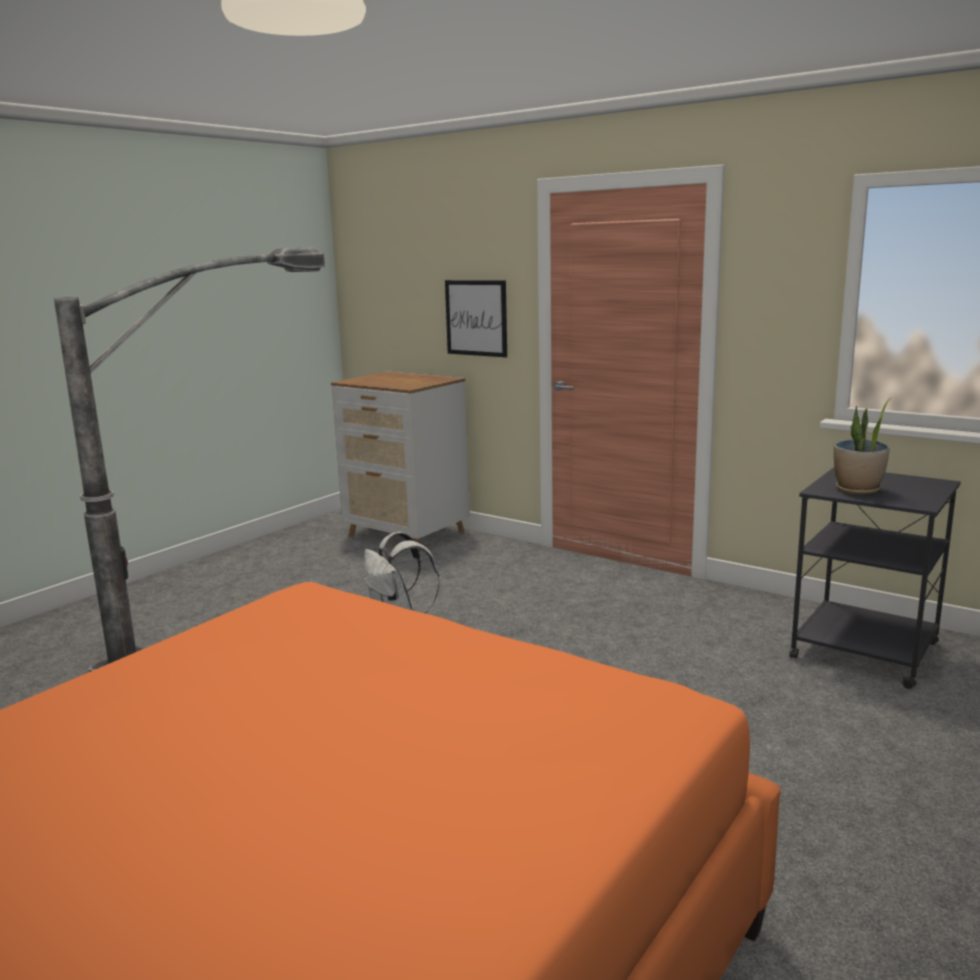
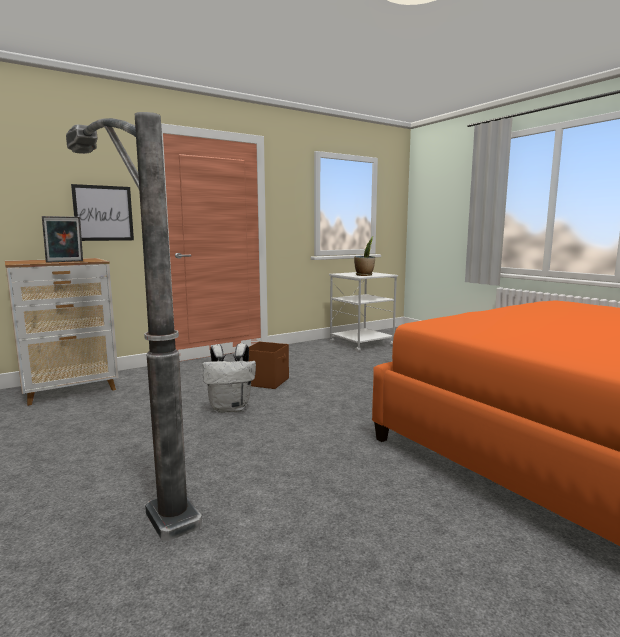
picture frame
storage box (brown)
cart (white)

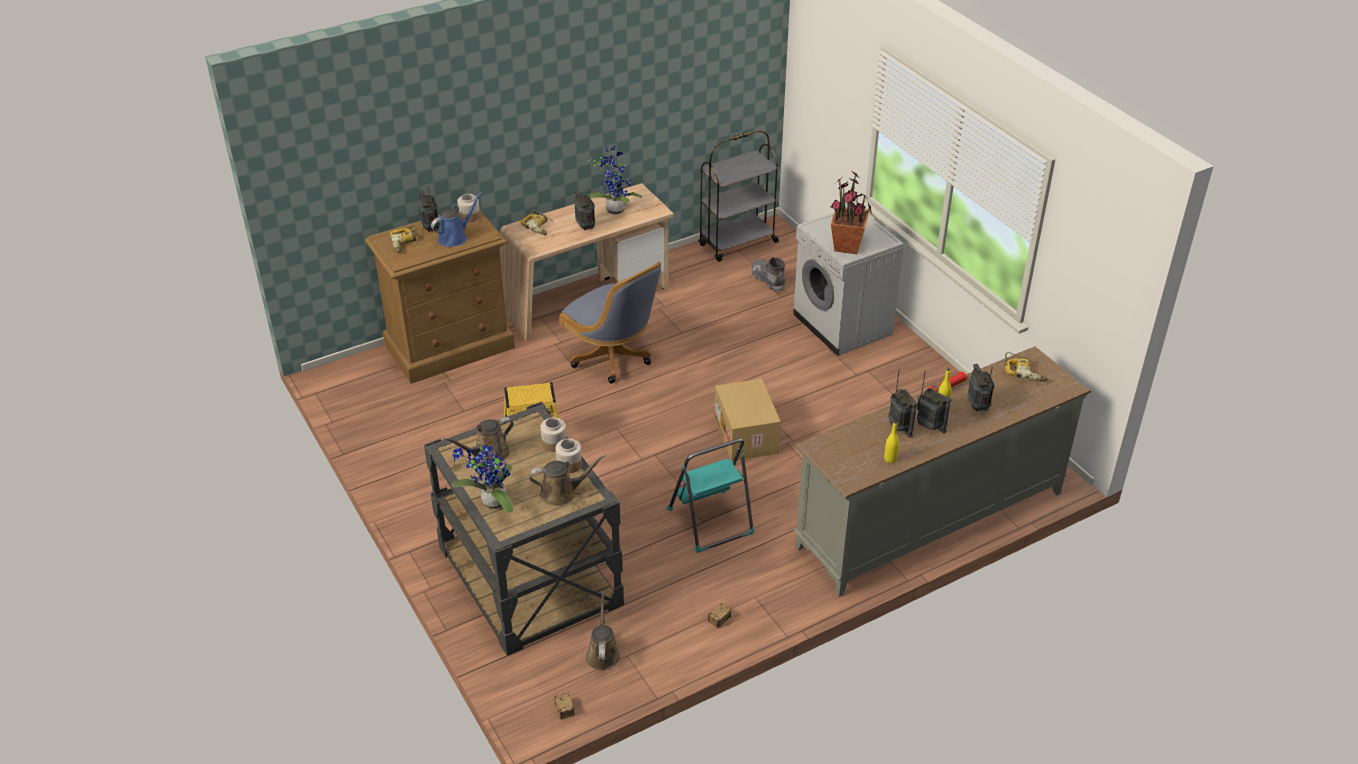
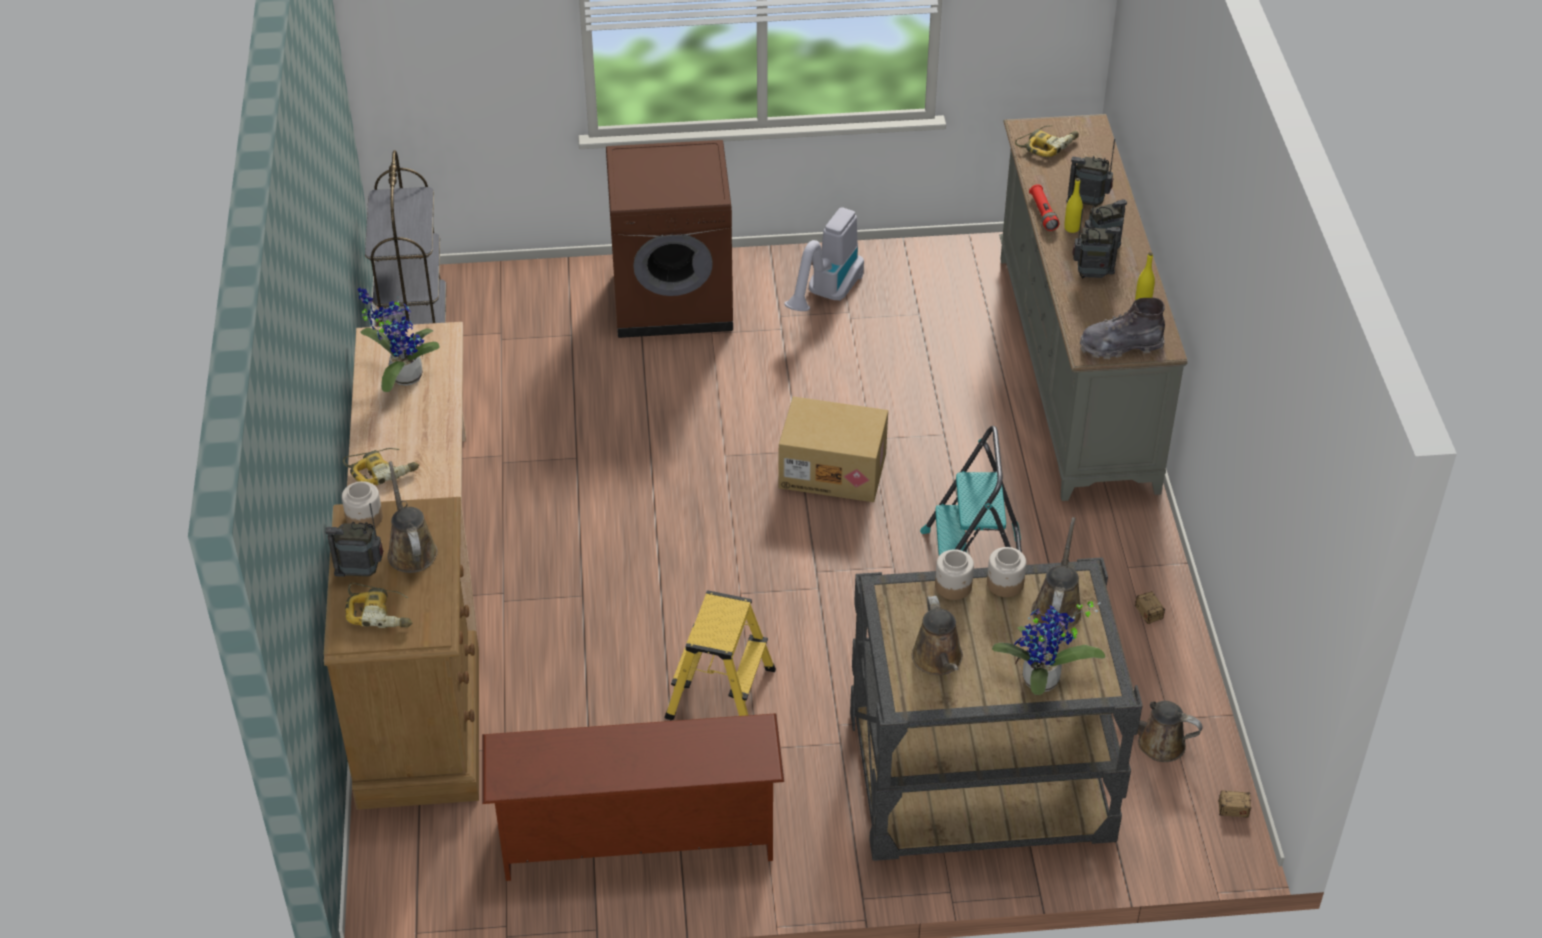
office chair (blue)
radio (no. 2 from left in the first image)
potted plant (no. 3 from left in the first image)
shoe rack (brown)
vacuum cleaner
boot (grey)
watering can (brown) (no. 1 from left)
washing machine (brown)

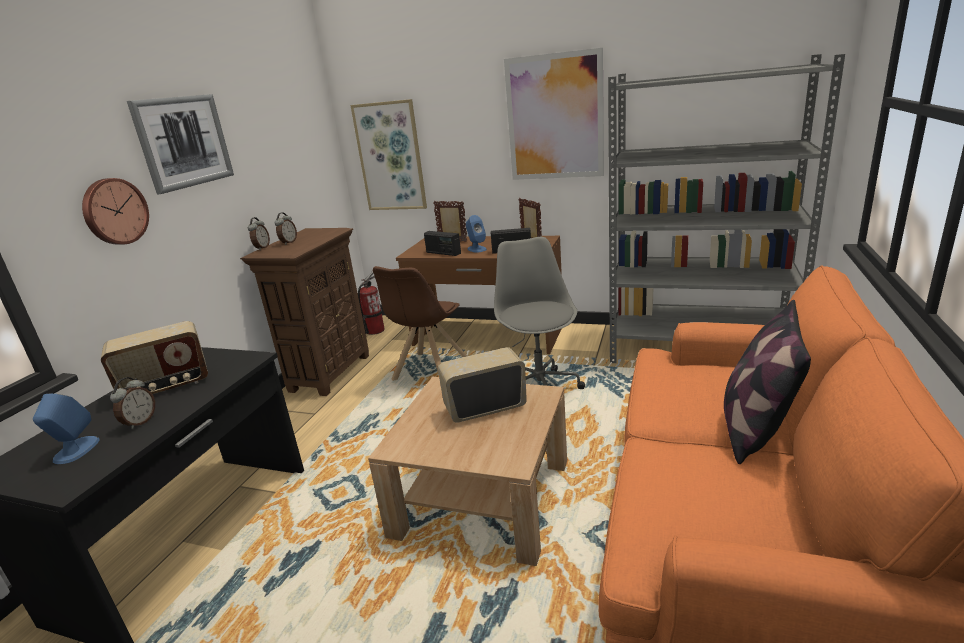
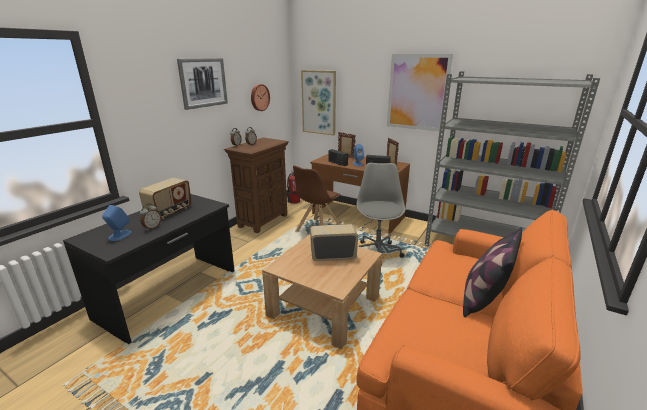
wall clock
radio (no. 1 from left)

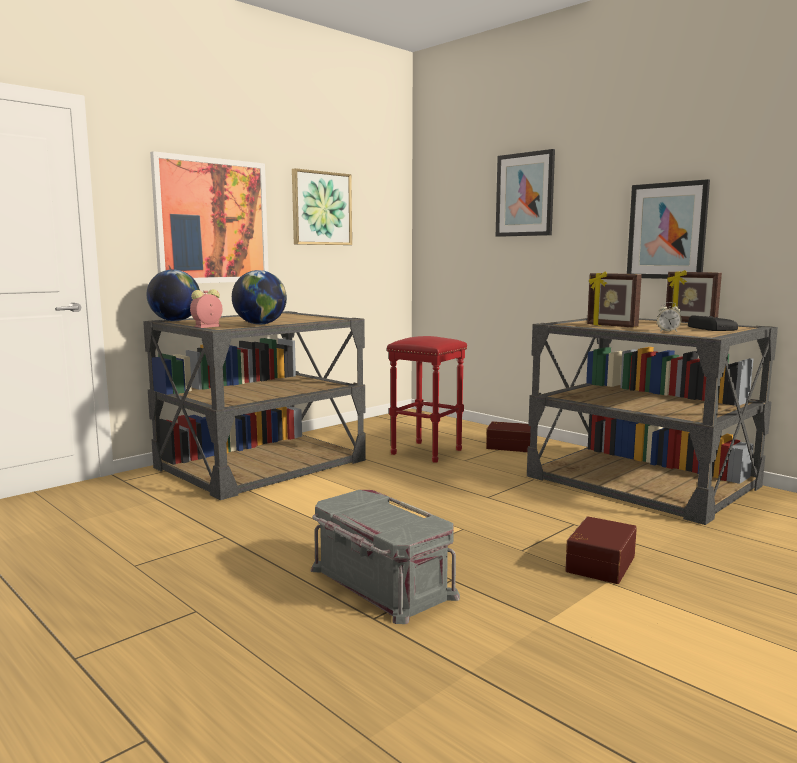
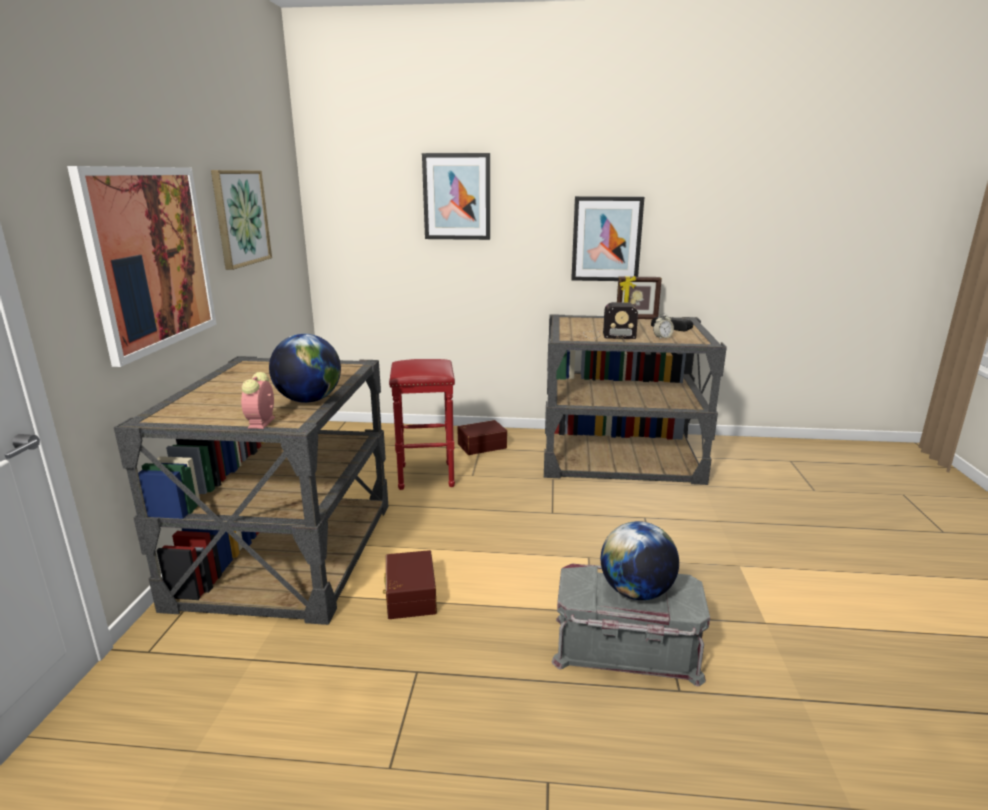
globe (no. 2 from left)
storage box (brown) (no. 1 from left)
radio (no. 1 from left)

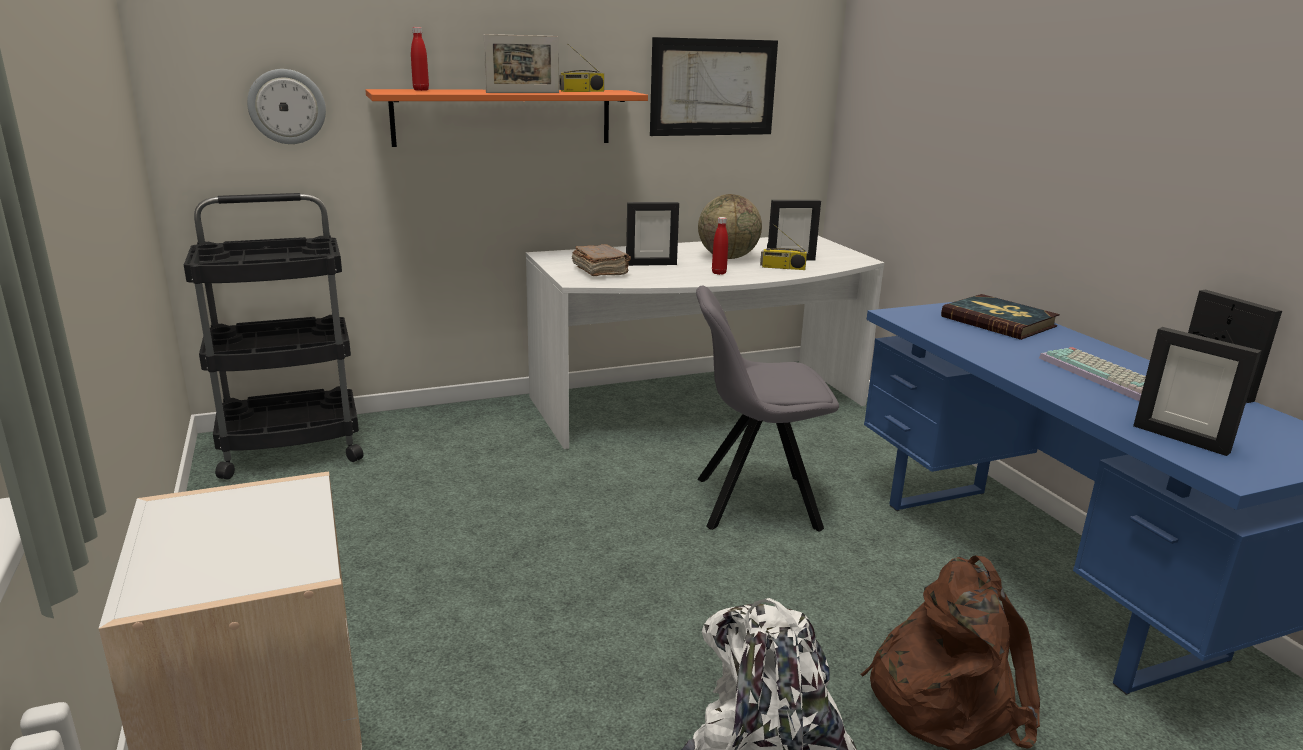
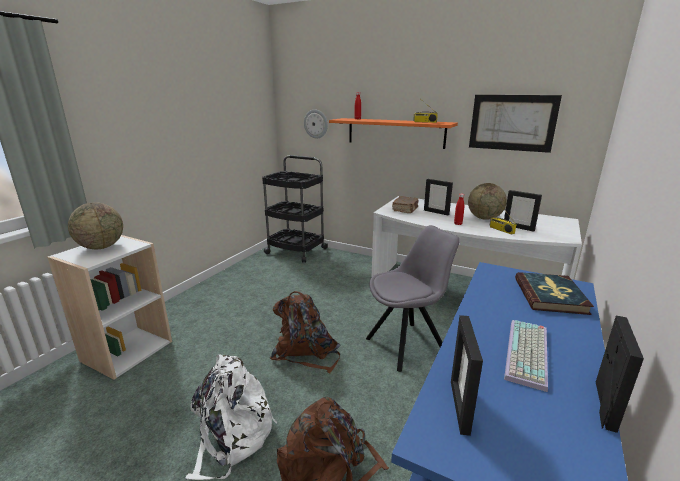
picture frame (no. 1 from left in the first image)
globe (no. 1 from left)
backpack (brown) (no. 1 from left)
chair (grey)

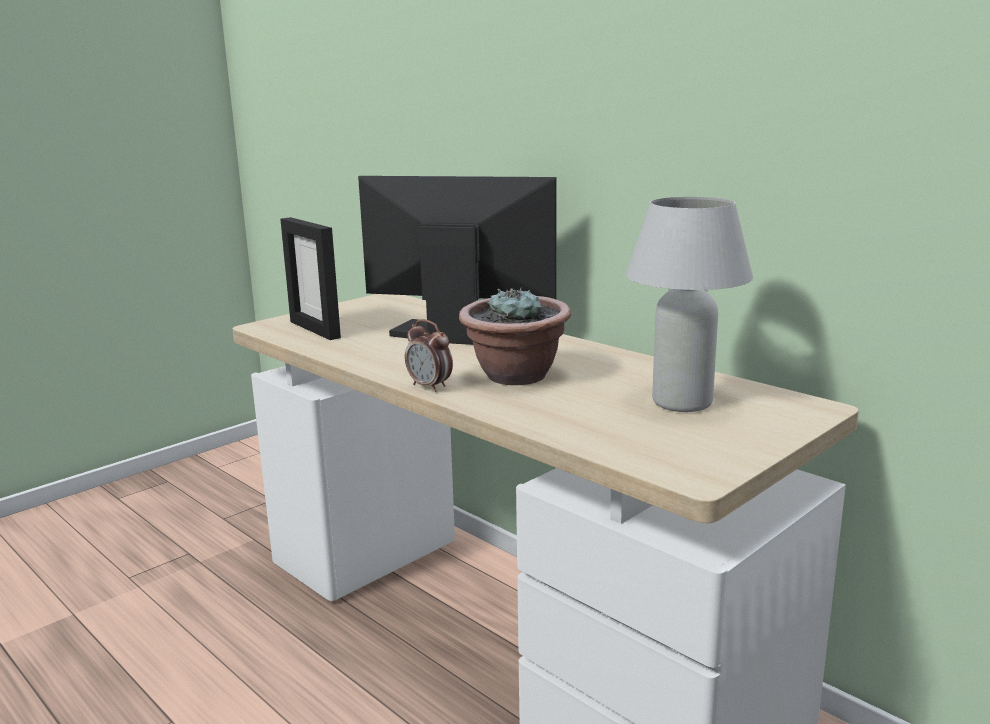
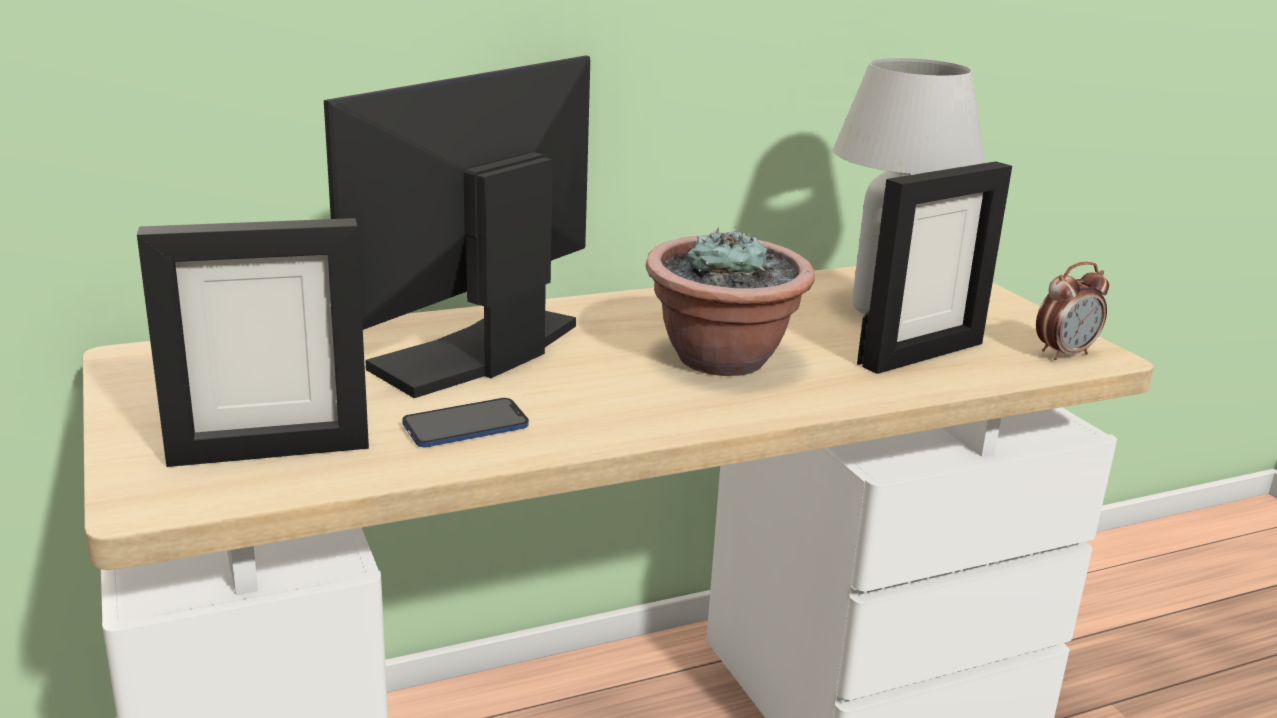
phone
picture frame (no. 2 from left)
alarm clock

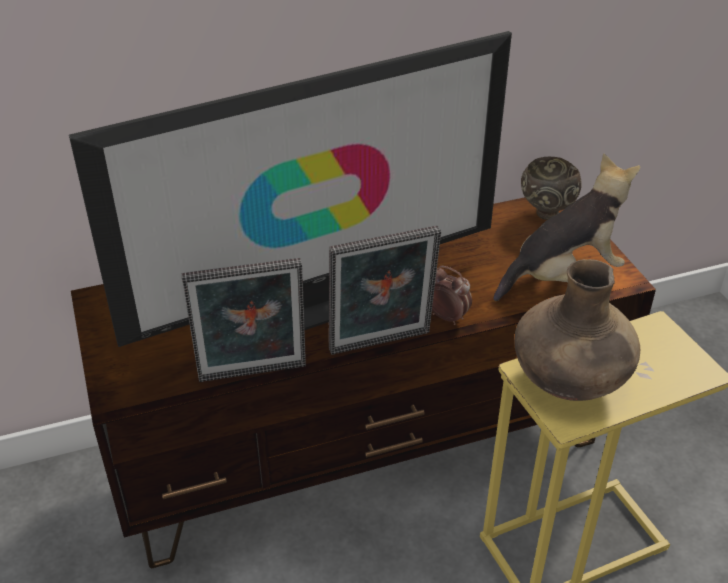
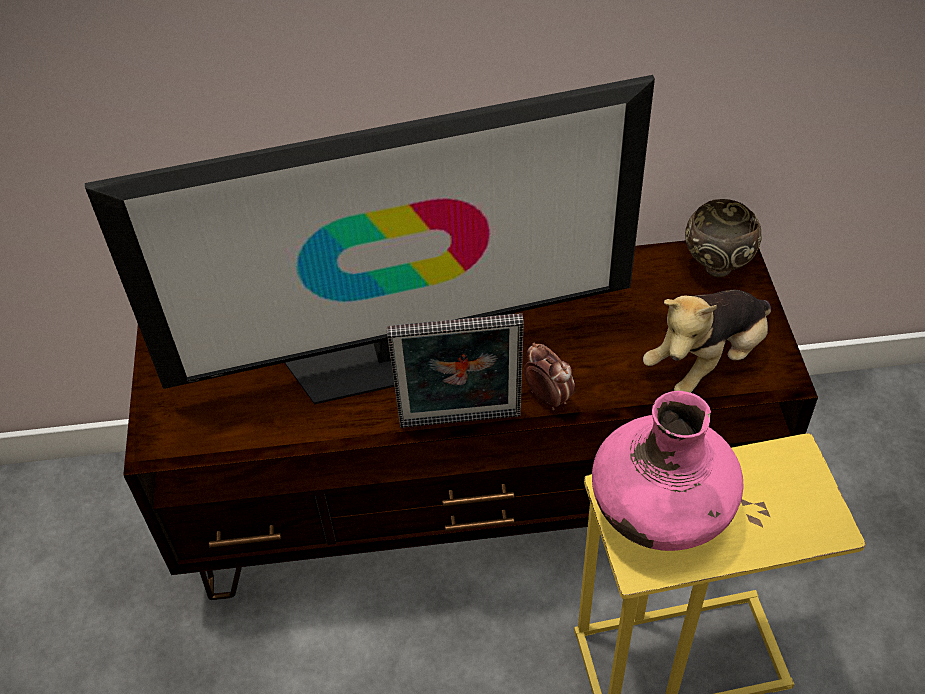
picture frame (no. 1 from left in the first image)
vase (pink)
plush toy

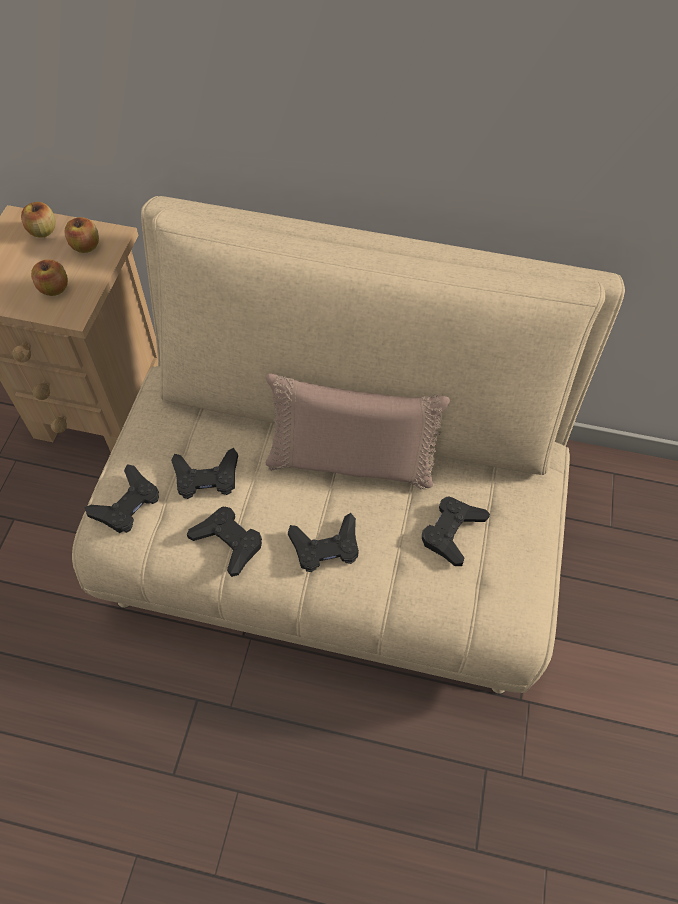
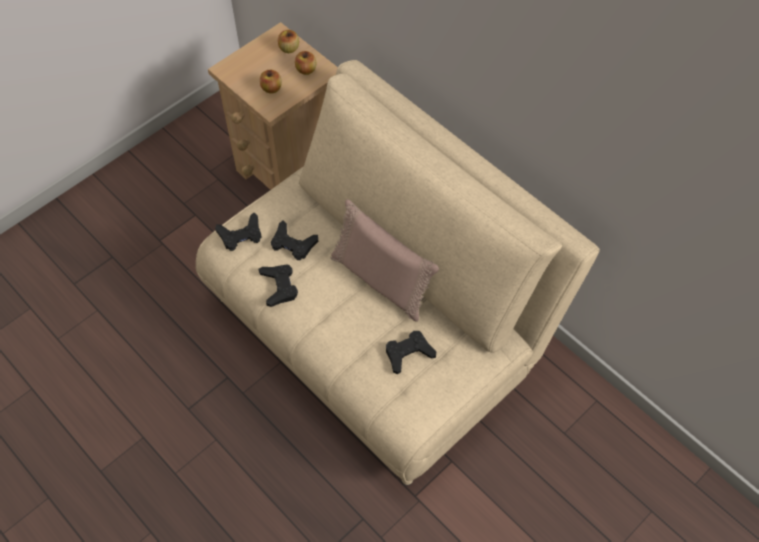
game controller (black) (no. 4 from left in the first image)

